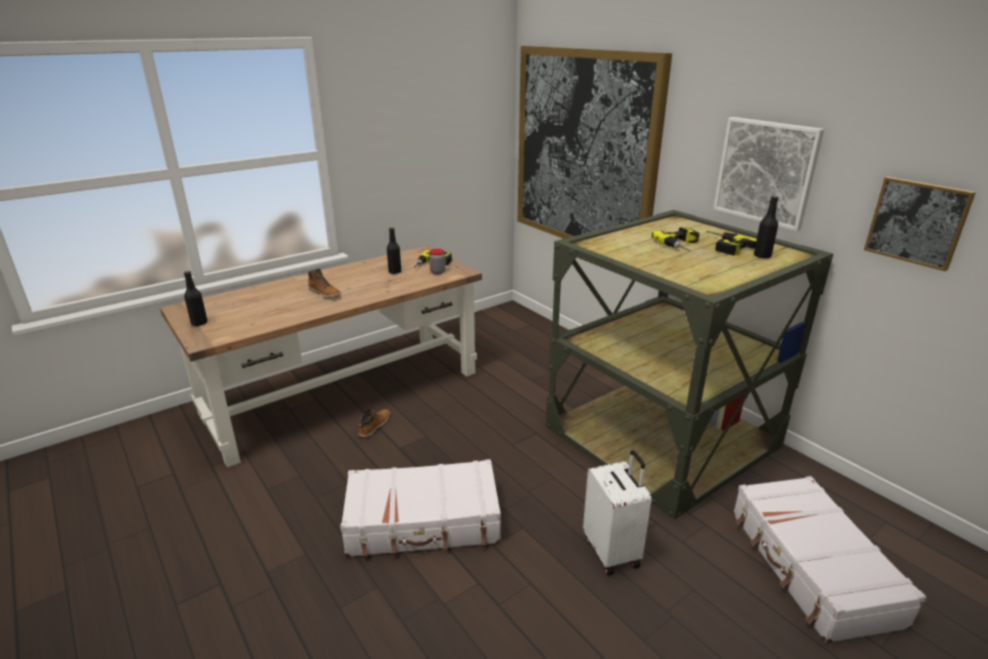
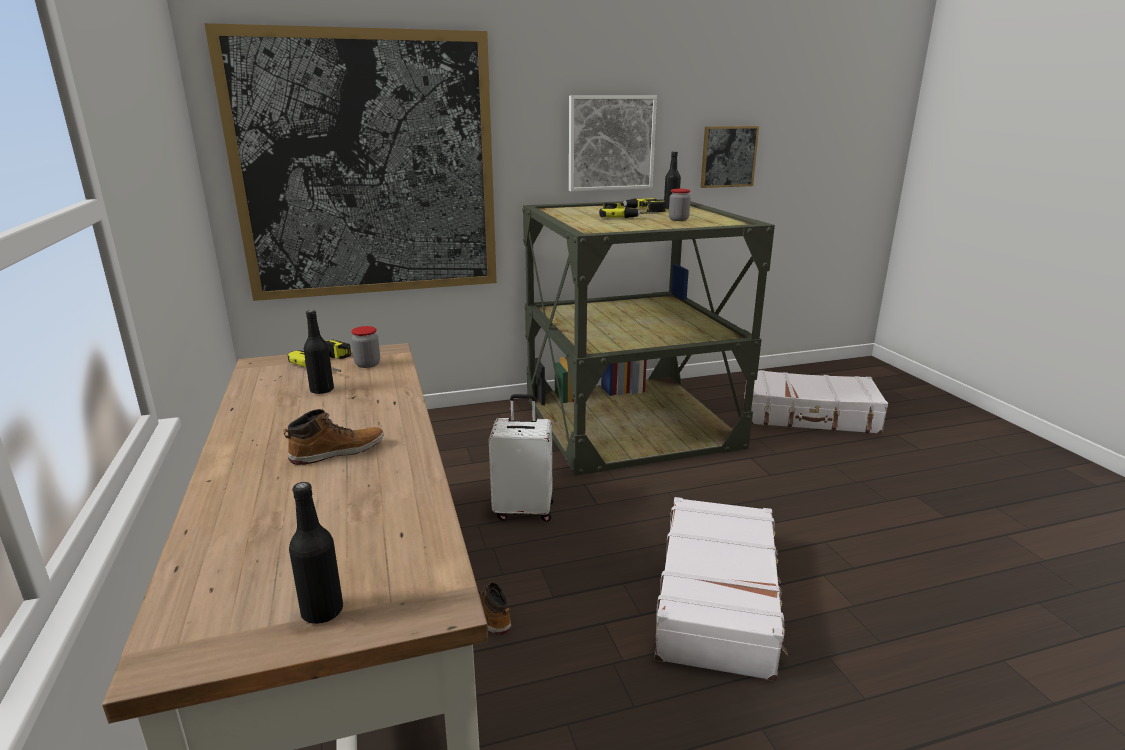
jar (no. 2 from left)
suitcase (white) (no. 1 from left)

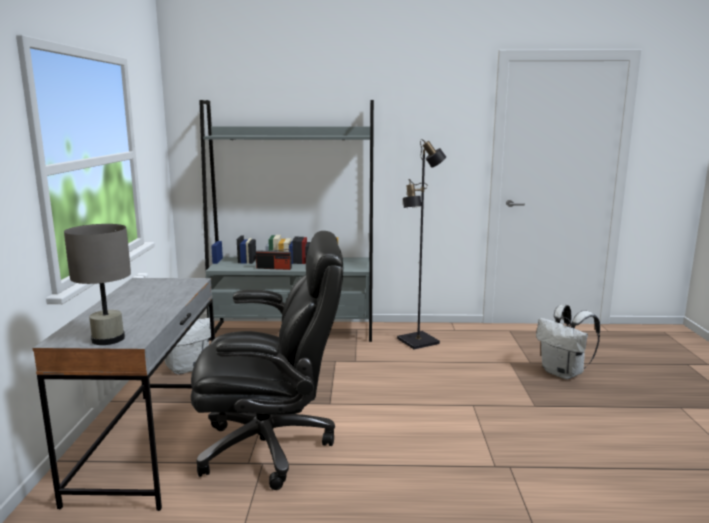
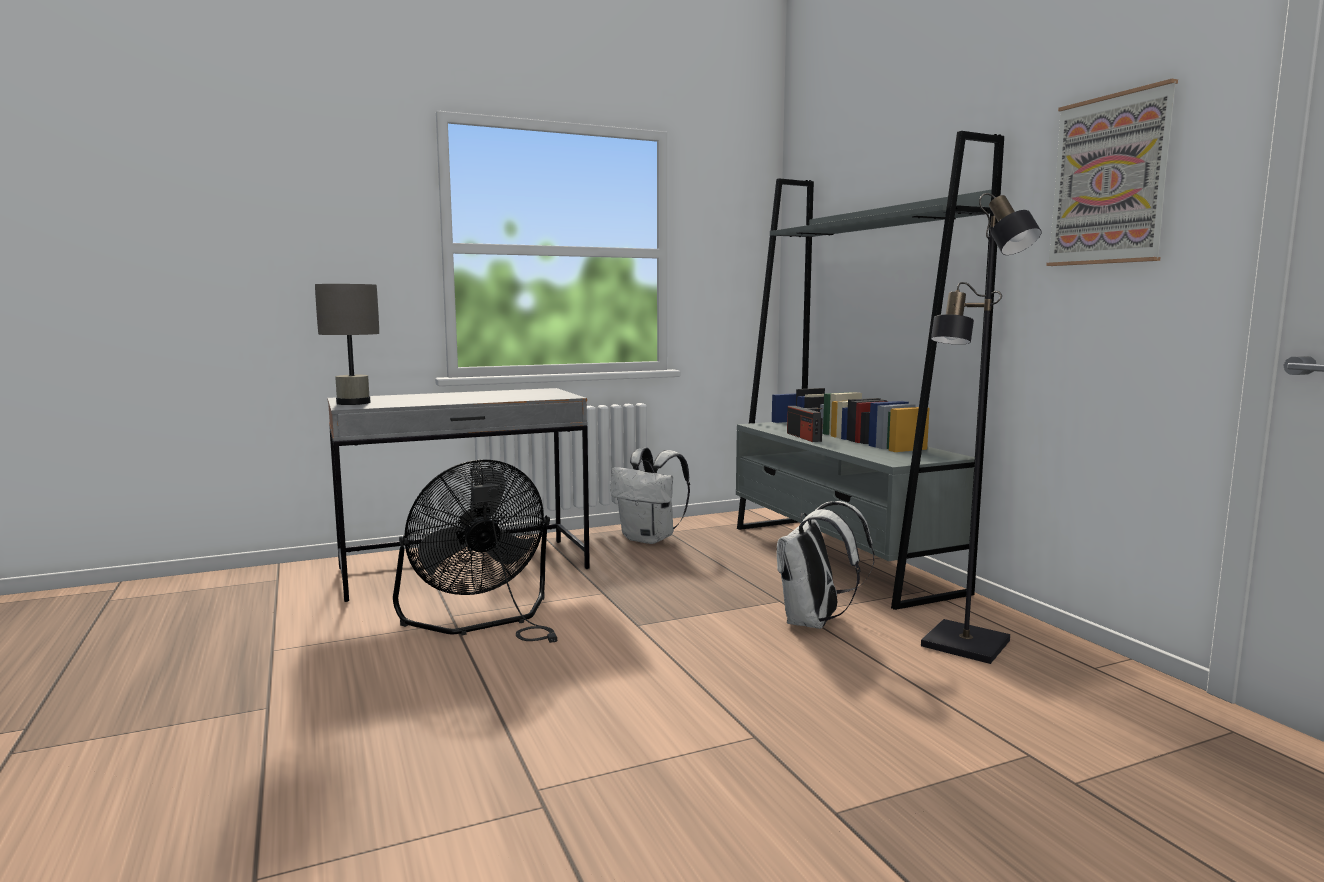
picture
backpack (white) (no. 2 from left)
fan (black)

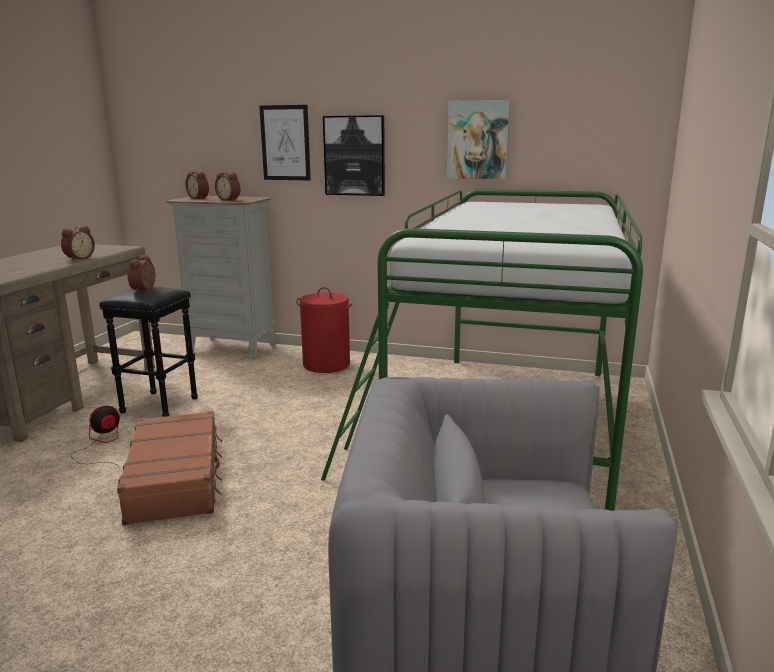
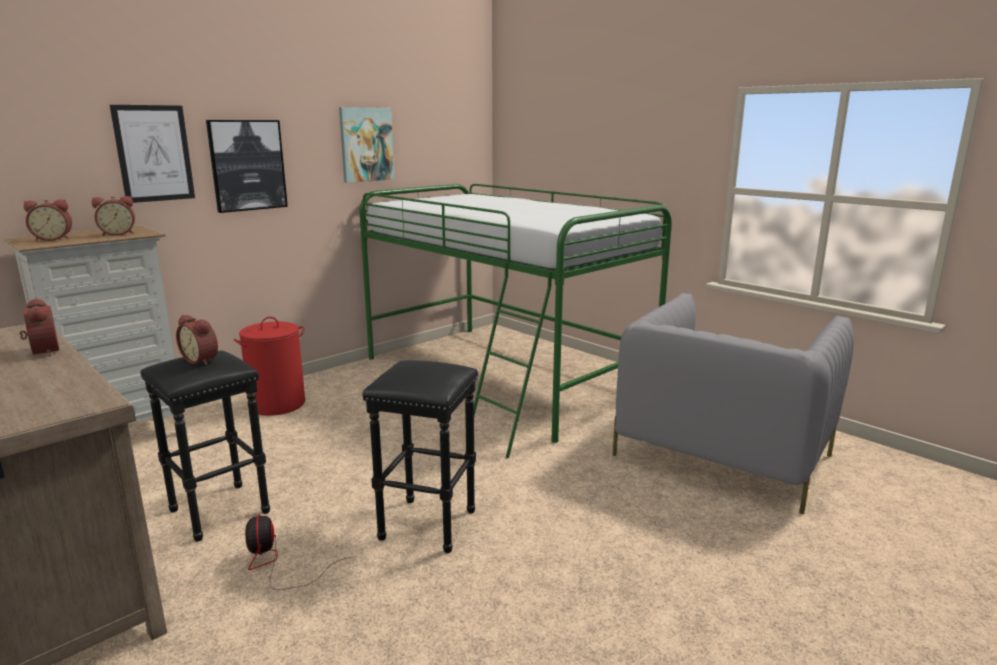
stool (black) (no. 2 from left)

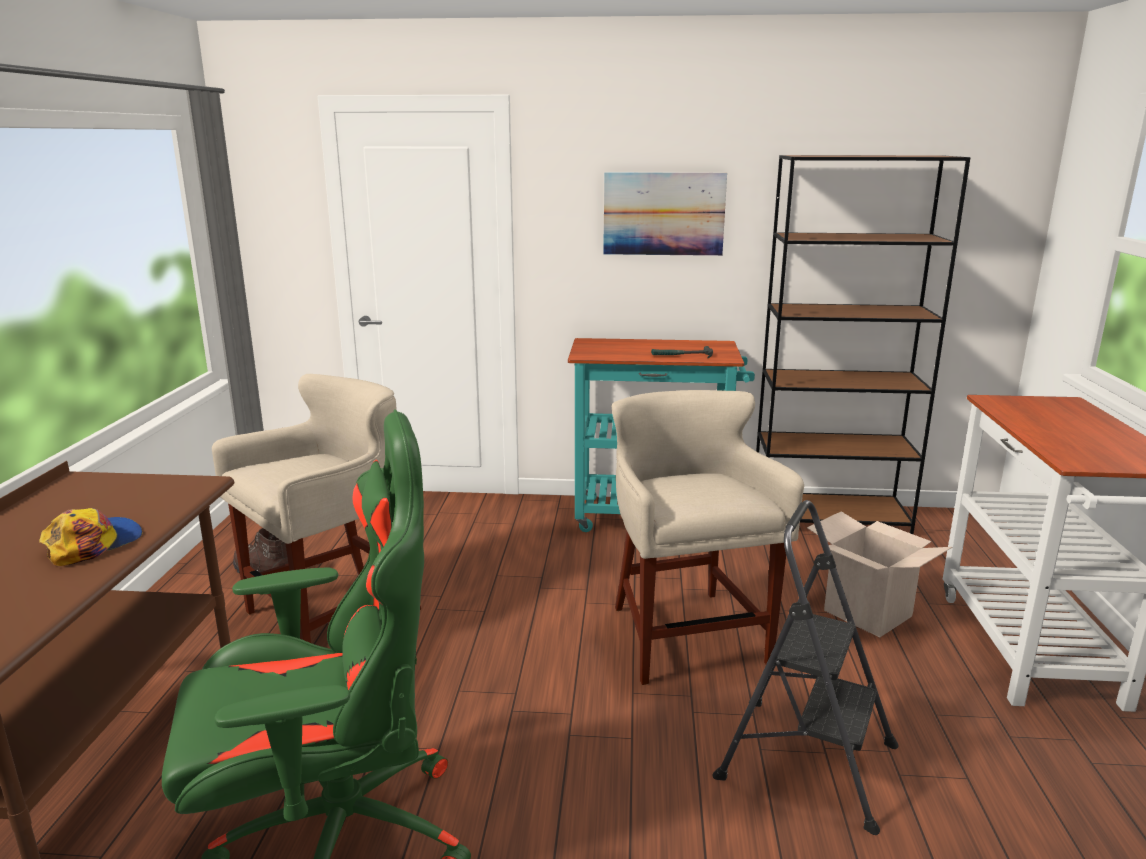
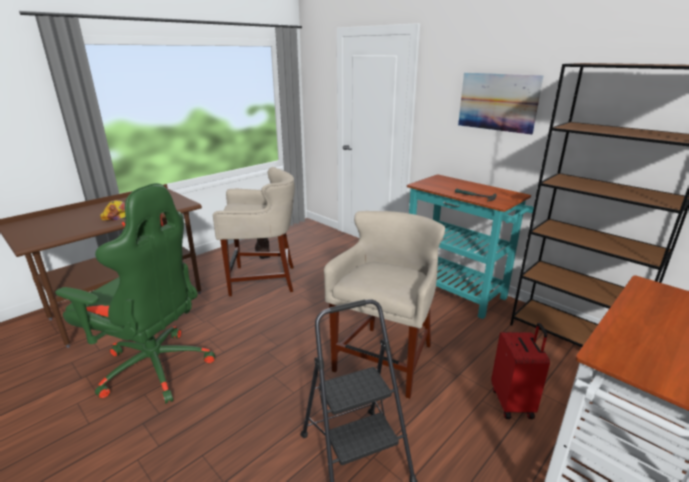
suitcase (red)

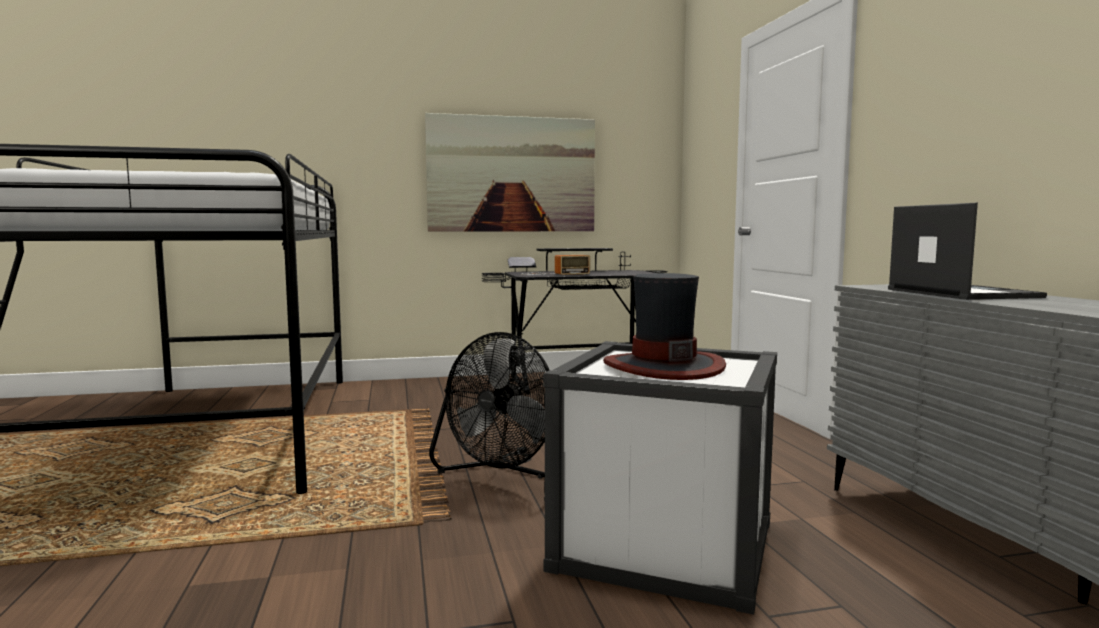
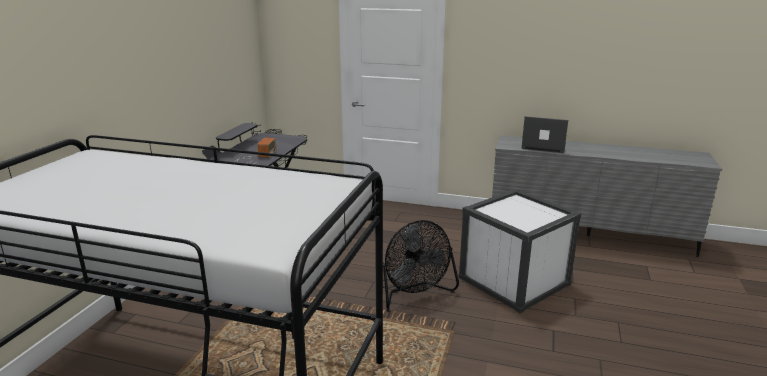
picture
hat

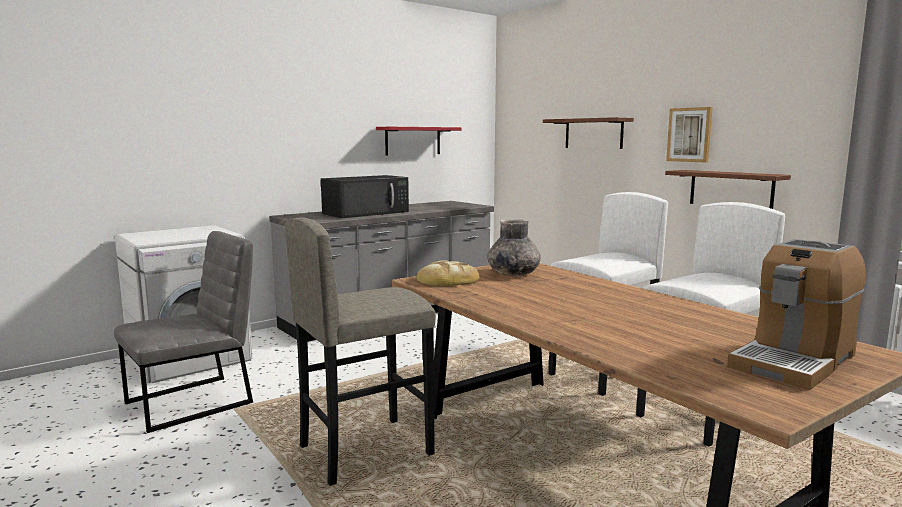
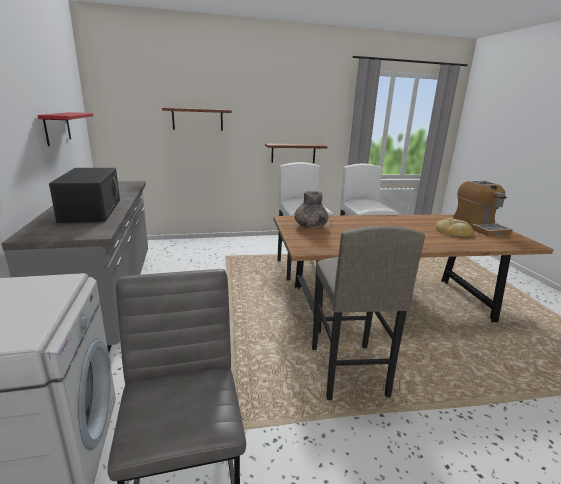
picture
bread

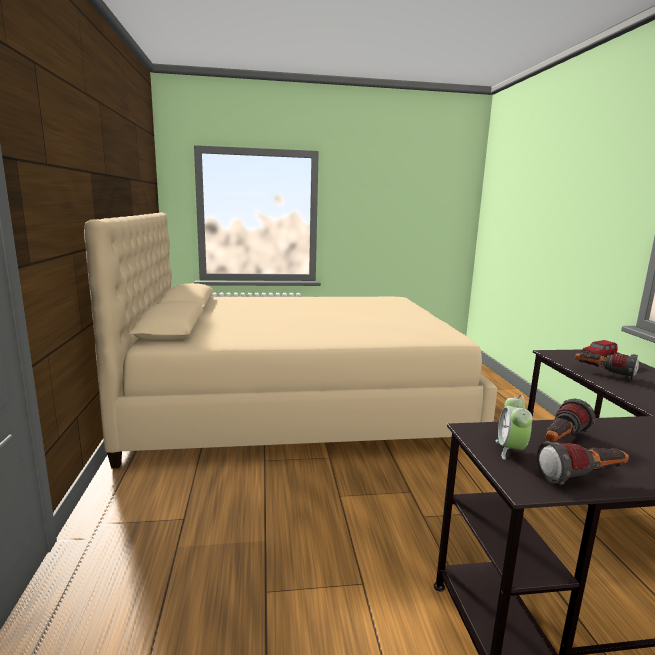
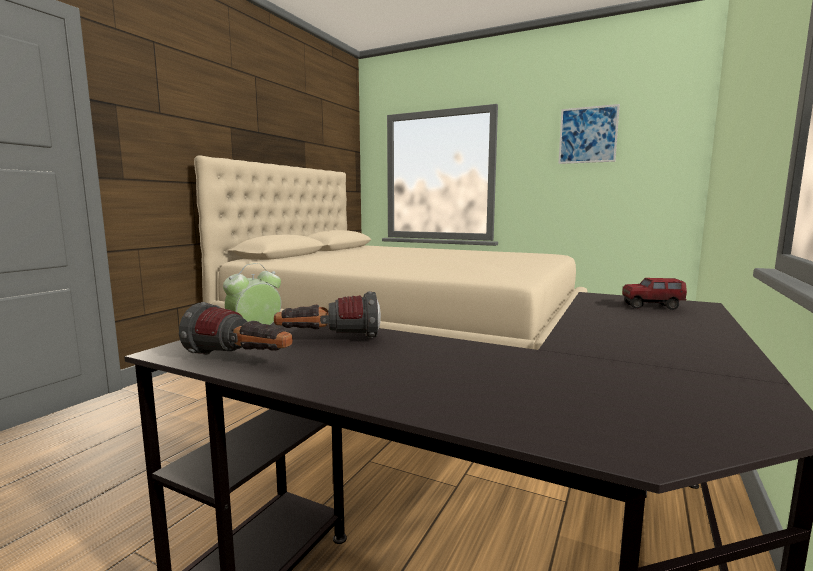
flashlight (no. 3 from left in the first image)
picture

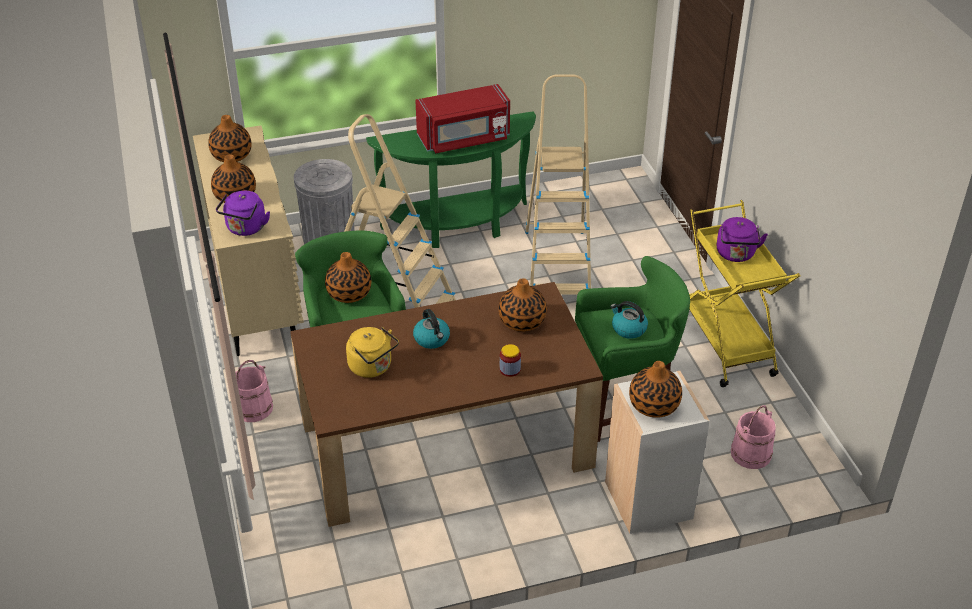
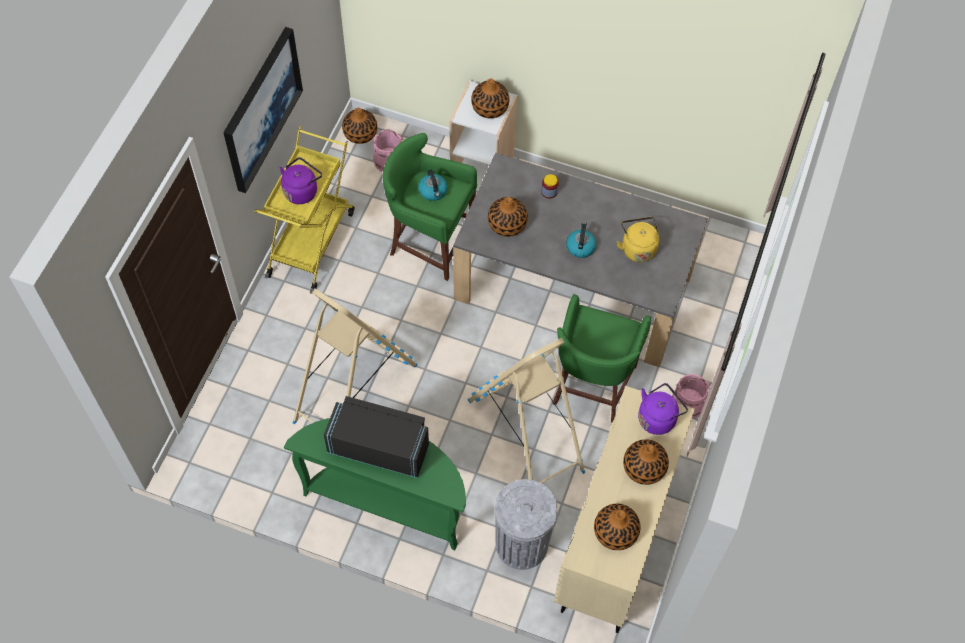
picture
vase (no. 1 from left)
dining table (grey)
microwave (black)

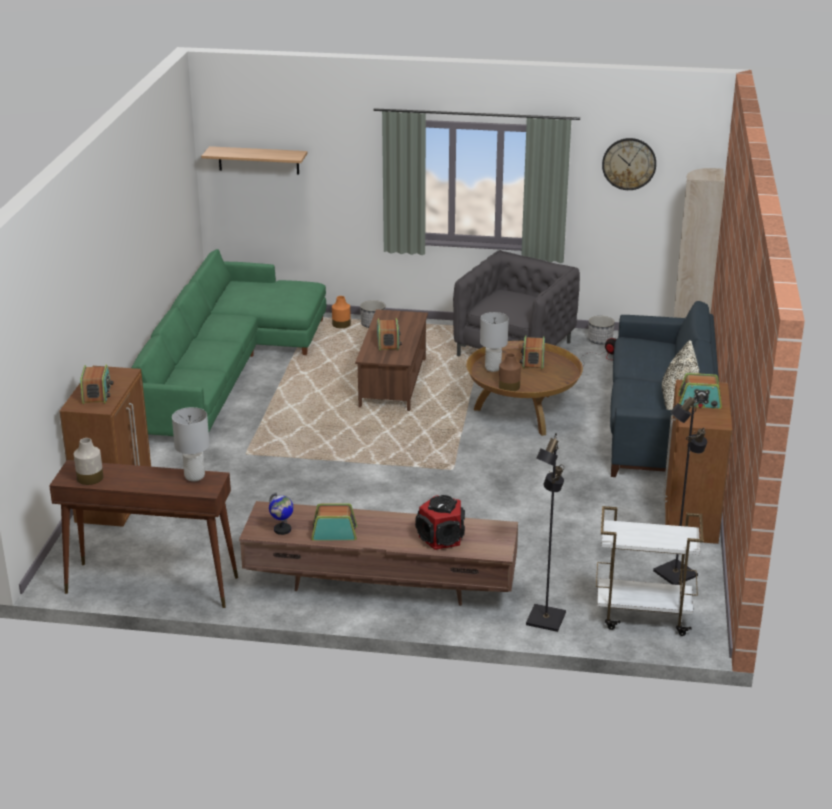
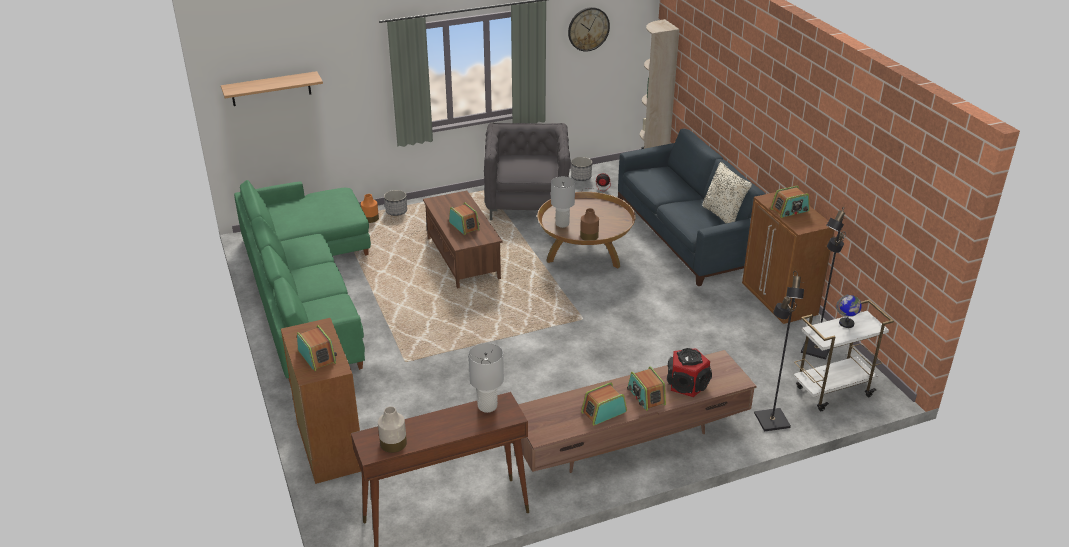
globe
radio (no. 4 from left)

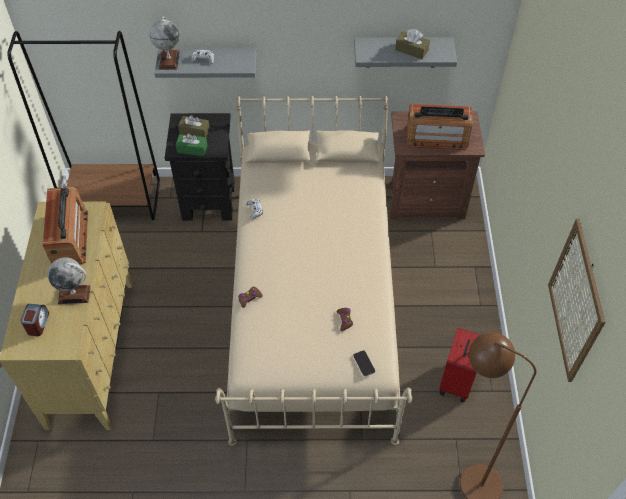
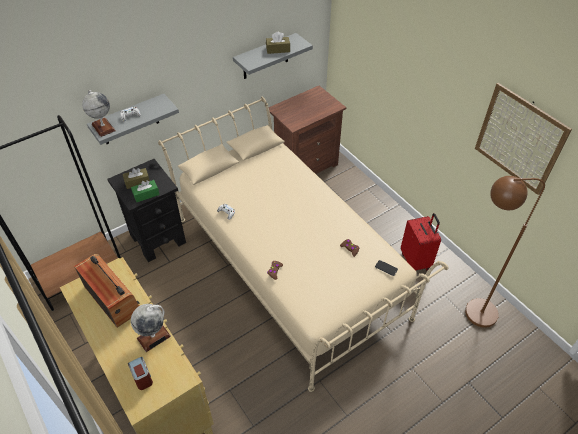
radio (no. 2 from left in the first image)

